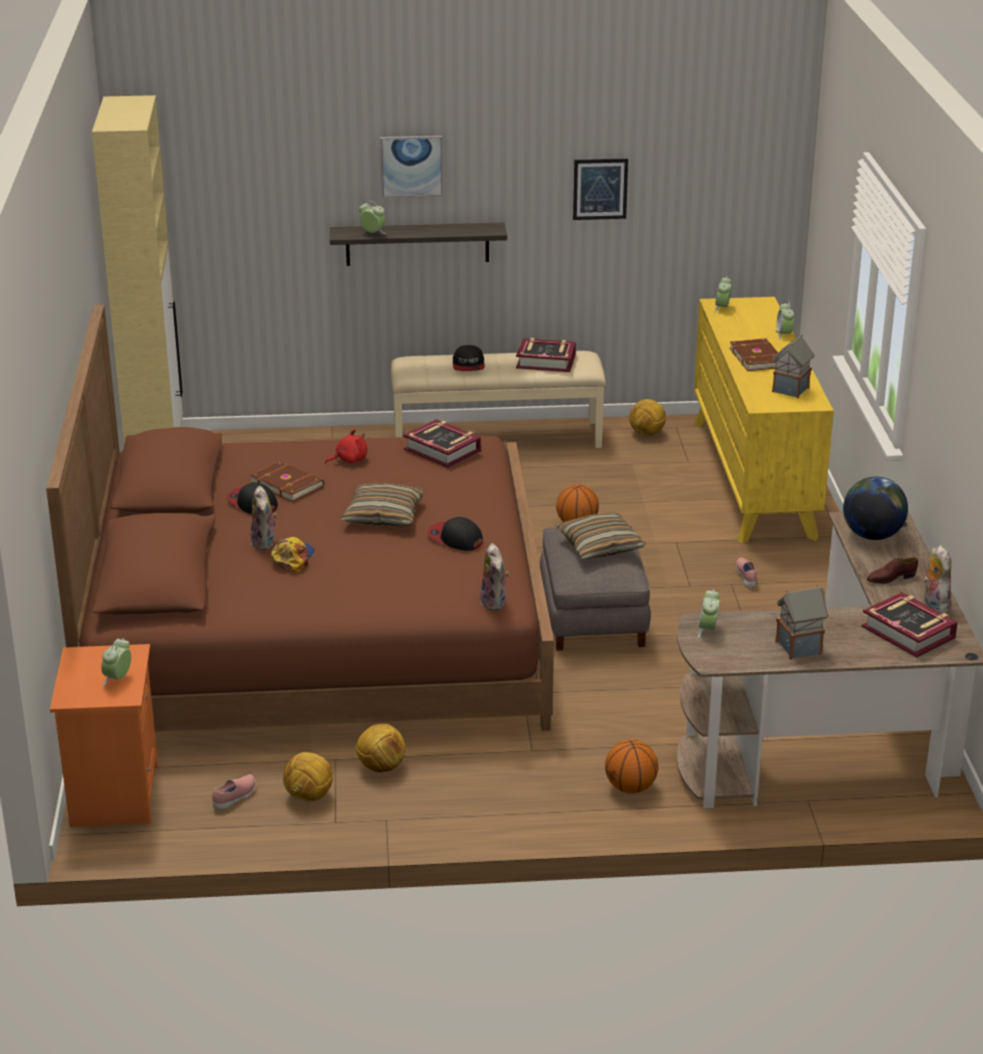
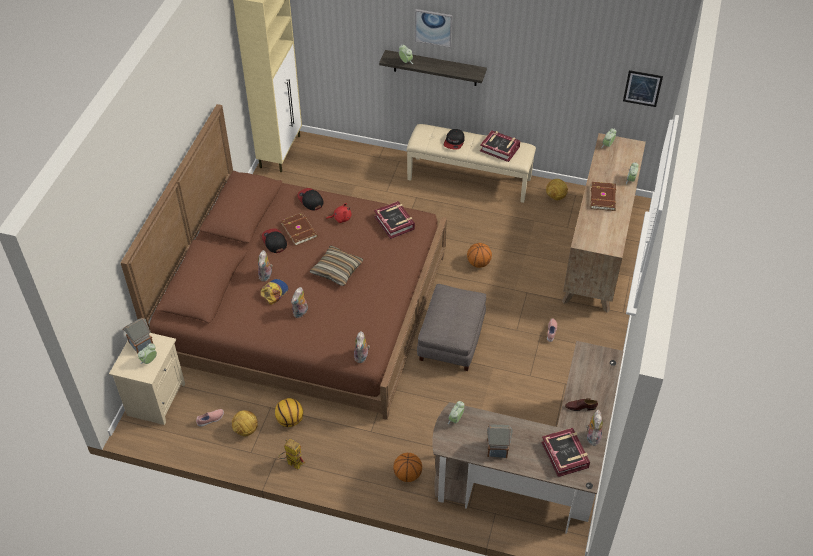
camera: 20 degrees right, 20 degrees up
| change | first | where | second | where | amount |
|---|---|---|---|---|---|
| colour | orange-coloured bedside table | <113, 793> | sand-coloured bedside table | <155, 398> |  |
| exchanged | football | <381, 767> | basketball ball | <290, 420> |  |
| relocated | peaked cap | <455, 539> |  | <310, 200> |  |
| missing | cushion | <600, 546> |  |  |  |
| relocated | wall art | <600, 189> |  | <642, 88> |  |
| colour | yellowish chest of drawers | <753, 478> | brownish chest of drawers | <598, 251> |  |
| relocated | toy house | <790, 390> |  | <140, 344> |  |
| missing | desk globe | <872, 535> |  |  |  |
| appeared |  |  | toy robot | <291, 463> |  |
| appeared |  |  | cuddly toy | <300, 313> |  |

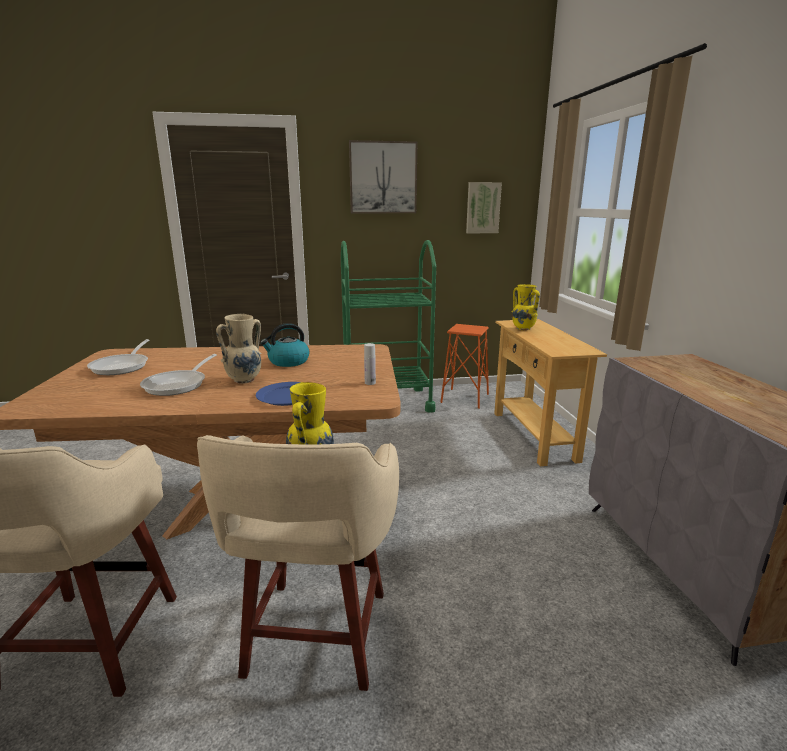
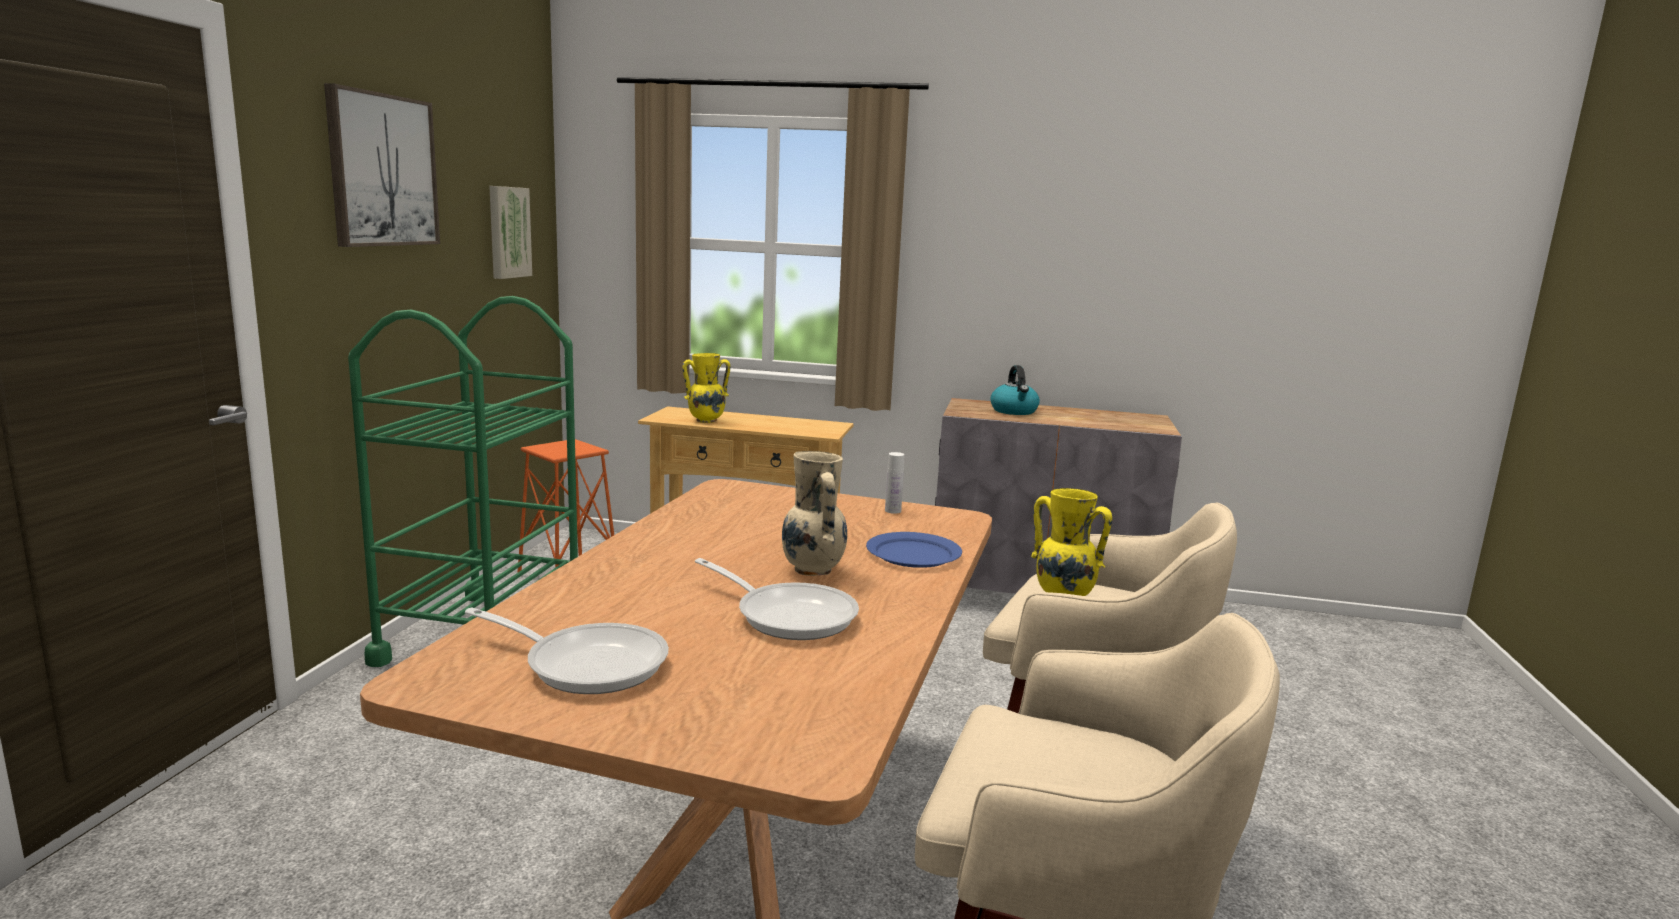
camera: 70 degrees left, 5 degrees down
| change | first | where | second | where | amount |
|---|---|---|---|---|---|
| relocated | water kettle | <288, 362> |  | <1014, 411> |  |

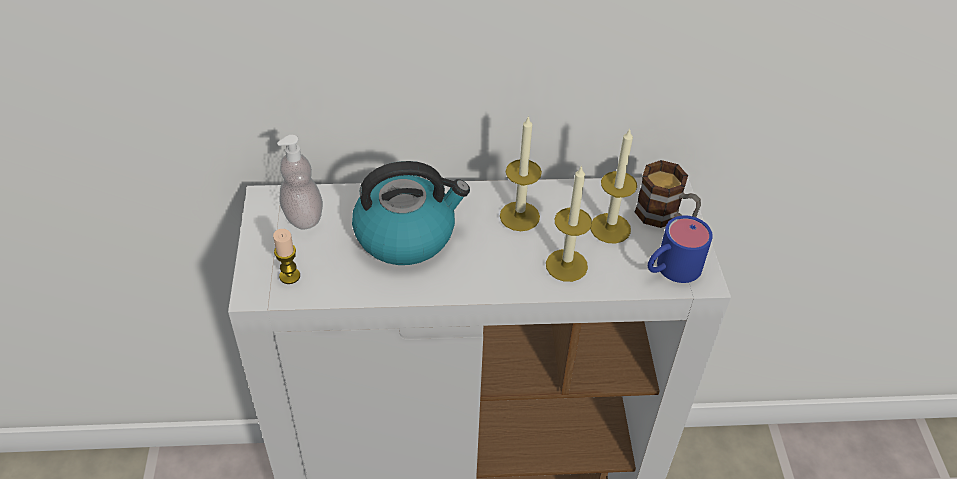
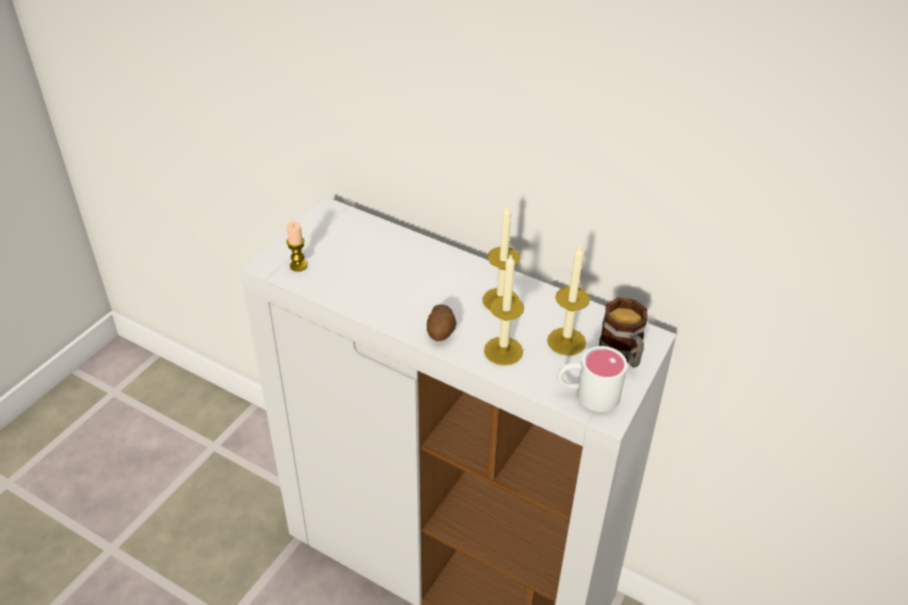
camera: 35 degrees right, 5 degrees down
| change | first | where | second | where | amount |
|---|---|---|---|---|---|
| missing | liquid soap bottle | <303, 216> |  |  |  |
| missing | water kettle | <406, 234> |  |  |  |
| colour | blue tea mug | <670, 269> | white-coloured tea mug | <587, 394> |  |
| appeared |  |  | potato | <441, 332> |  |

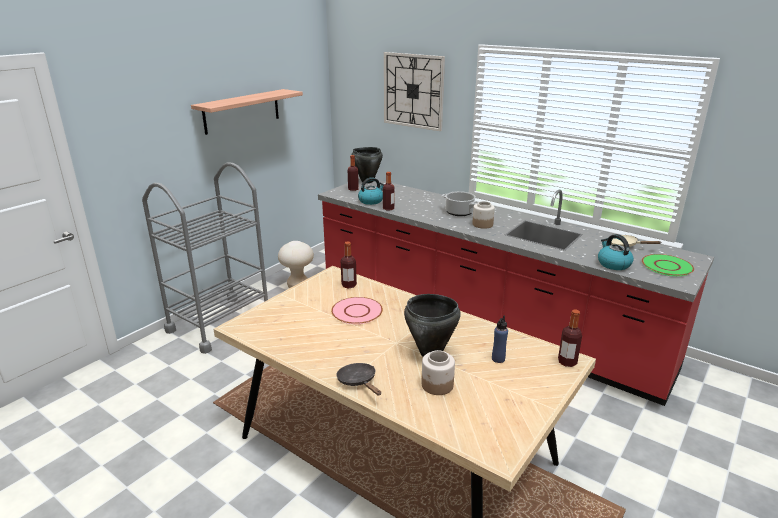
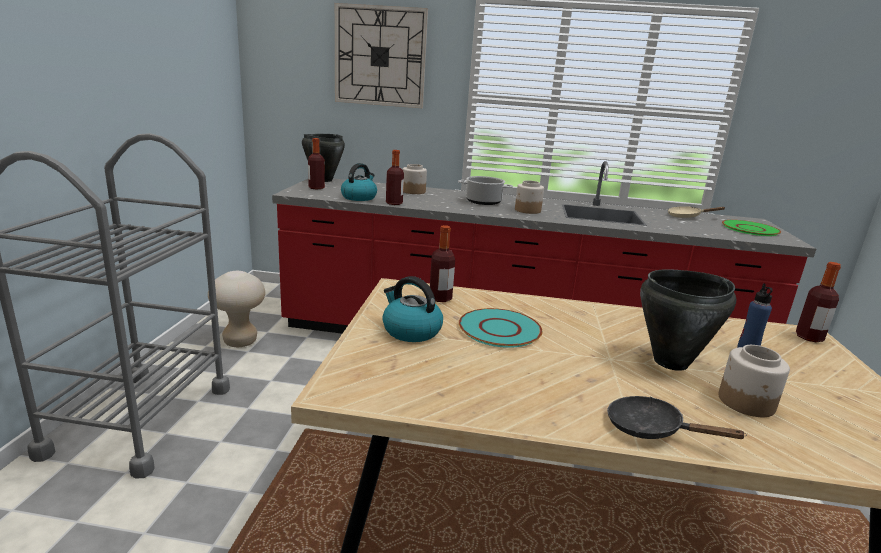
camera: 30 degrees left, 5 degrees down
| change | first | where | second | where | amount |
|---|---|---|---|---|---|
| missing | wall shelf | <242, 111> |  |  |  |
| colour | pink dinner plate | <356, 311> | blue-green dinner plate | <499, 329> |  |
| relocated | water kettle | <613, 264> |  | <410, 331> |  |
| appeared |  |  | preserve jar | <413, 191> |  |

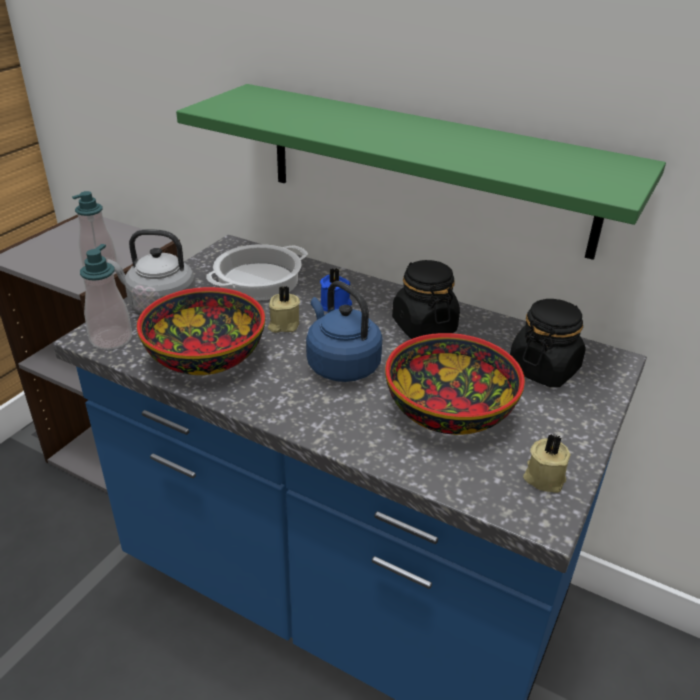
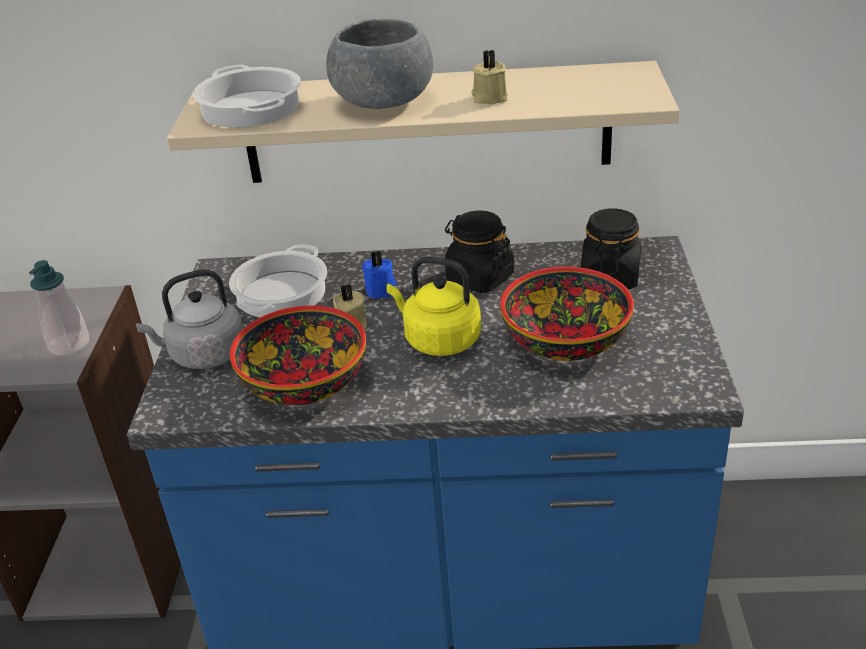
camera: 25 degrees left, 0 degrees up
| change | first | where | second | where | amount |
|---|---|---|---|---|---|
| missing | liquid soap bottle | <111, 339> |  |  |  |
| colour | green wall shelf | <426, 168> | sand-coloured wall shelf | <426, 124> |  |
| colour | blue water kettle | <340, 365> | yellowish water kettle | <438, 340> |  |
| relocated | sand-coloured wax light | <544, 477> |  | <489, 98> |  |
| appeared |  |  | cooking pot | <252, 108> |  |
| appeared |  |  | grey deep dish | <384, 102> |  |

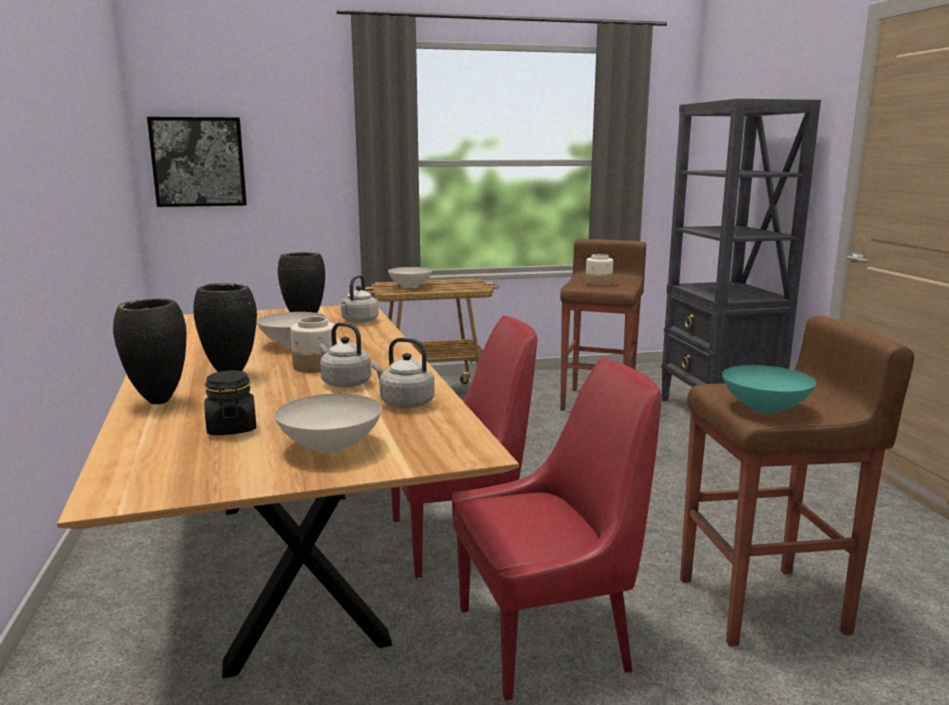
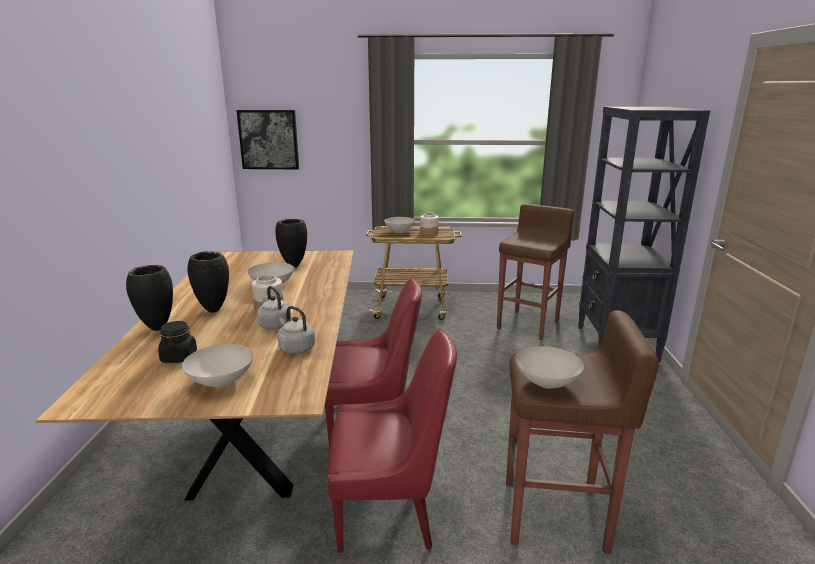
camera: 15 degrees right, 5 degrees up
| change | first | where | second | where | amount |
|---|---|---|---|---|---|
| missing | grey water kettle | <359, 321> |  |  |  |
| relocated | preserve jar | <598, 284> |  | <429, 233> |  |
| colour | blue-green deep dish | <764, 409> | white-coloured deep dish | <546, 383> |  |

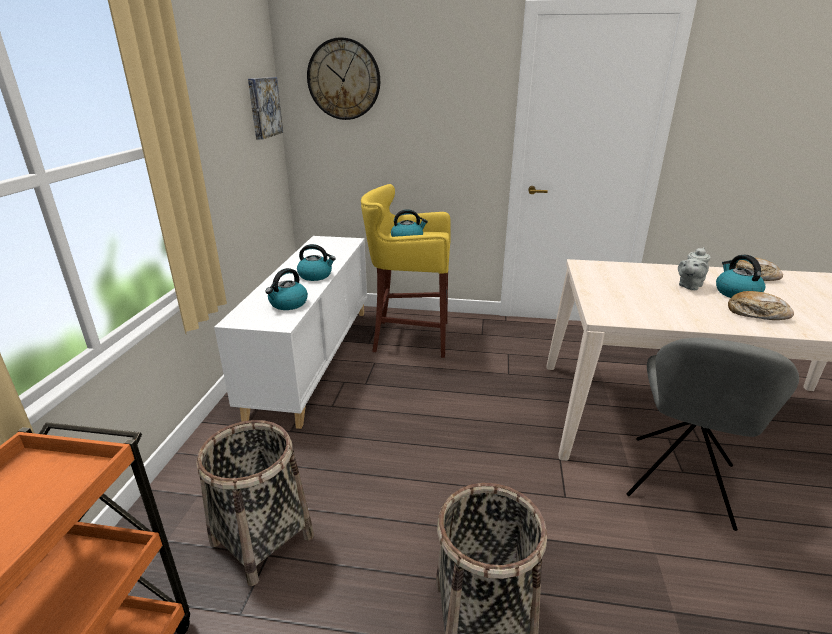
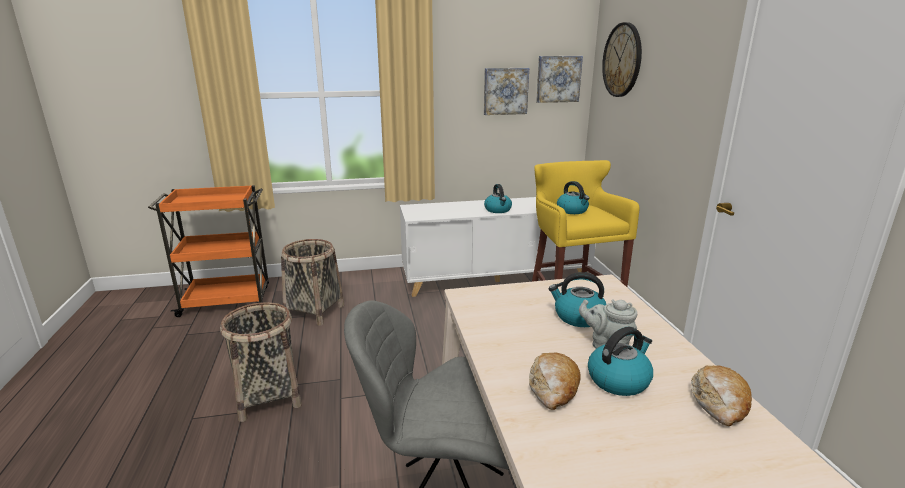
camera: 70 degrees right, 5 degrees down
| change | first | where | second | where | amount |
|---|---|---|---|---|---|
| relocated | water kettle | <288, 304> |  | <578, 317> |  |
| appeared |  |  | wall art | <505, 91> |  |

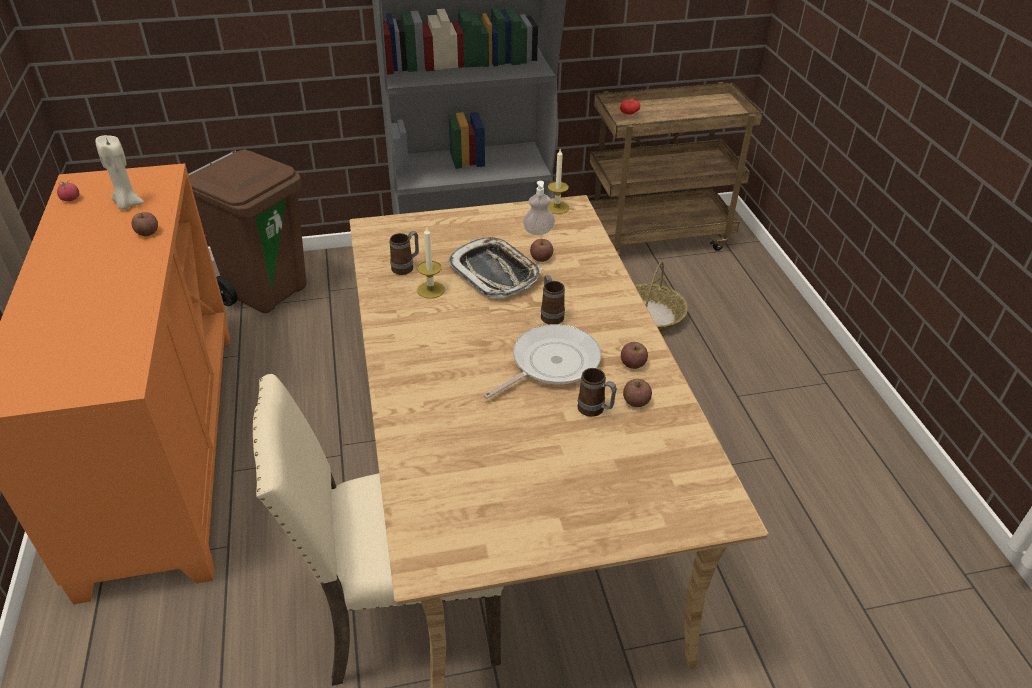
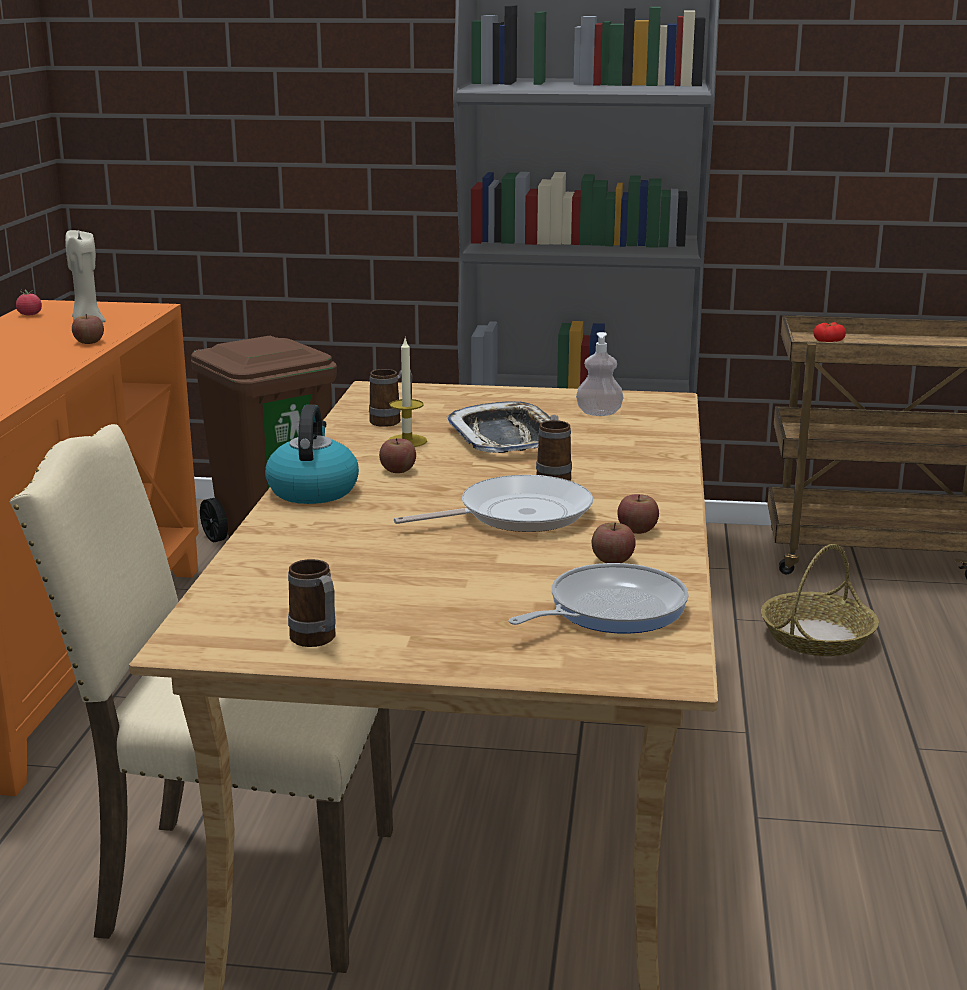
camera: 20 degrees right, 20 degrees down
| change | first | where | second | where | amount |
|---|---|---|---|---|---|
| relocated | apple | <541, 258> |  | <398, 470> |  |
| missing | wax light | <557, 207> |  |  |  |
| relocated | tea mug | <595, 410> |  | <316, 641> |  |
| appeared |  |  | water kettle | <312, 490> |  |
| appeared |  |  | pan | <610, 609> |  |

